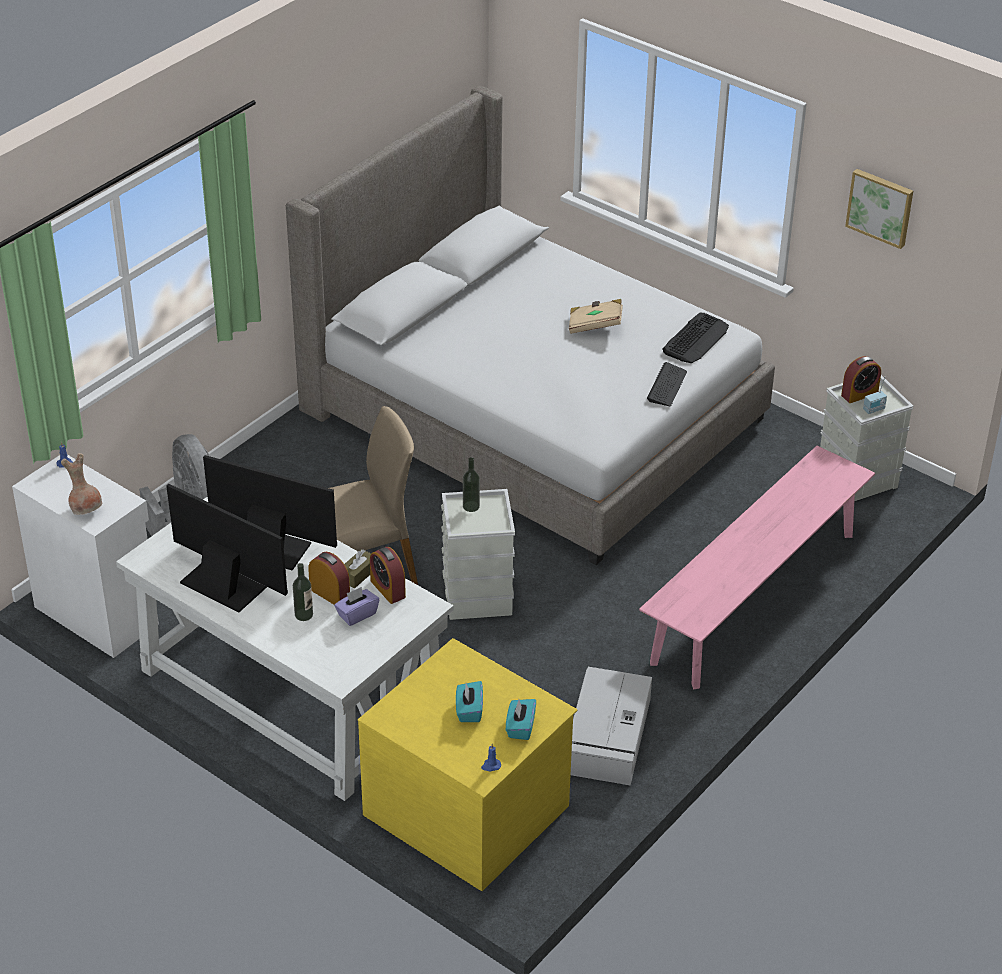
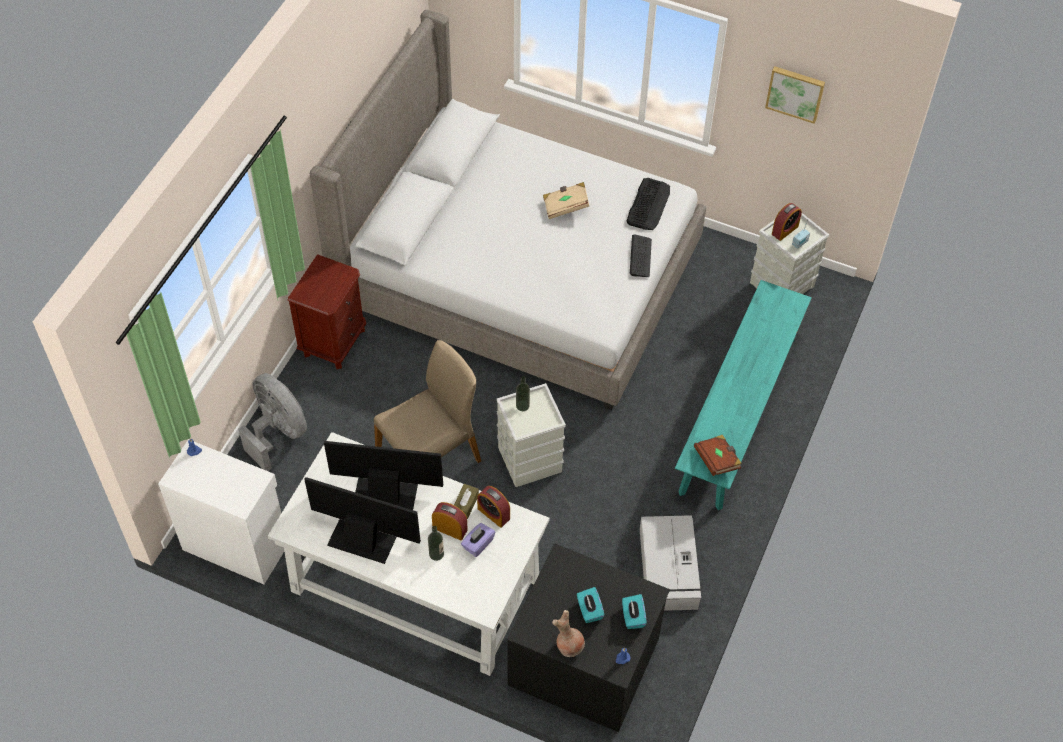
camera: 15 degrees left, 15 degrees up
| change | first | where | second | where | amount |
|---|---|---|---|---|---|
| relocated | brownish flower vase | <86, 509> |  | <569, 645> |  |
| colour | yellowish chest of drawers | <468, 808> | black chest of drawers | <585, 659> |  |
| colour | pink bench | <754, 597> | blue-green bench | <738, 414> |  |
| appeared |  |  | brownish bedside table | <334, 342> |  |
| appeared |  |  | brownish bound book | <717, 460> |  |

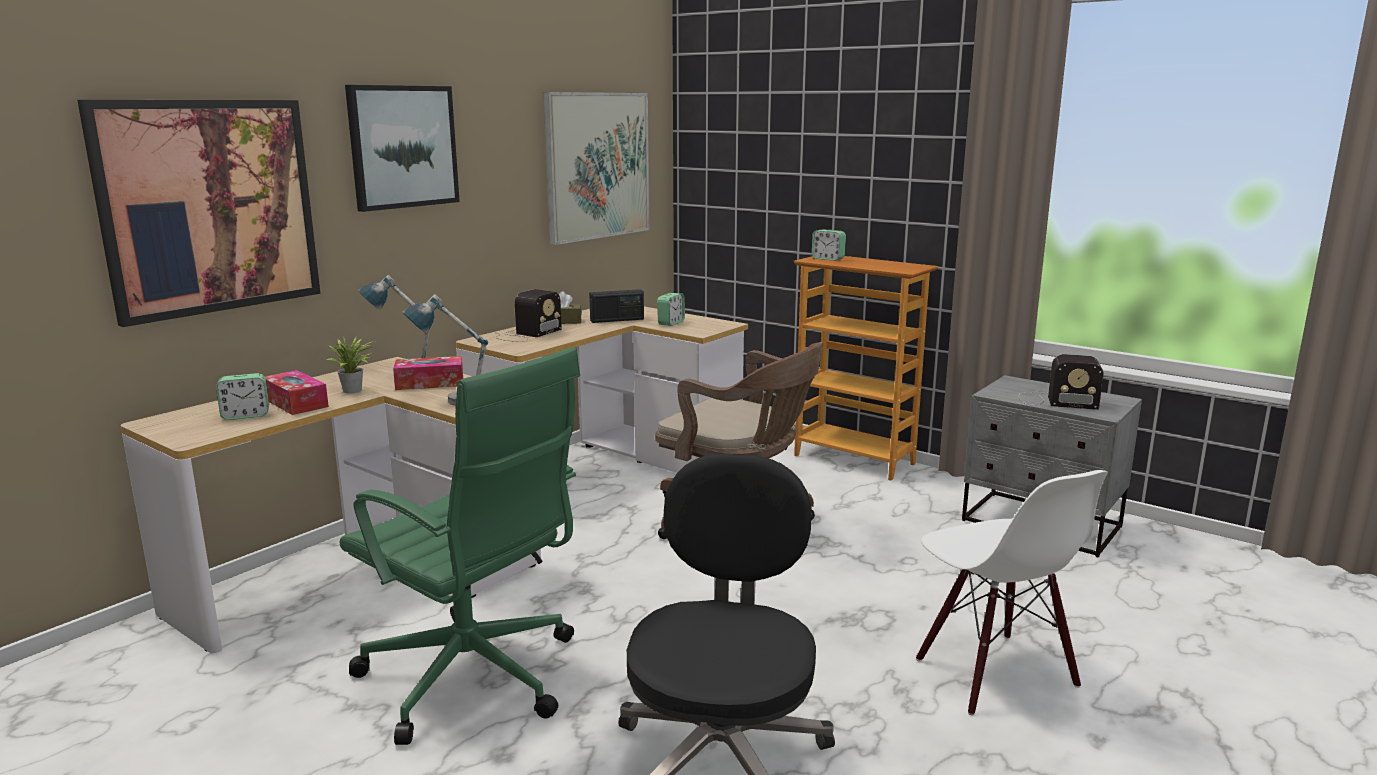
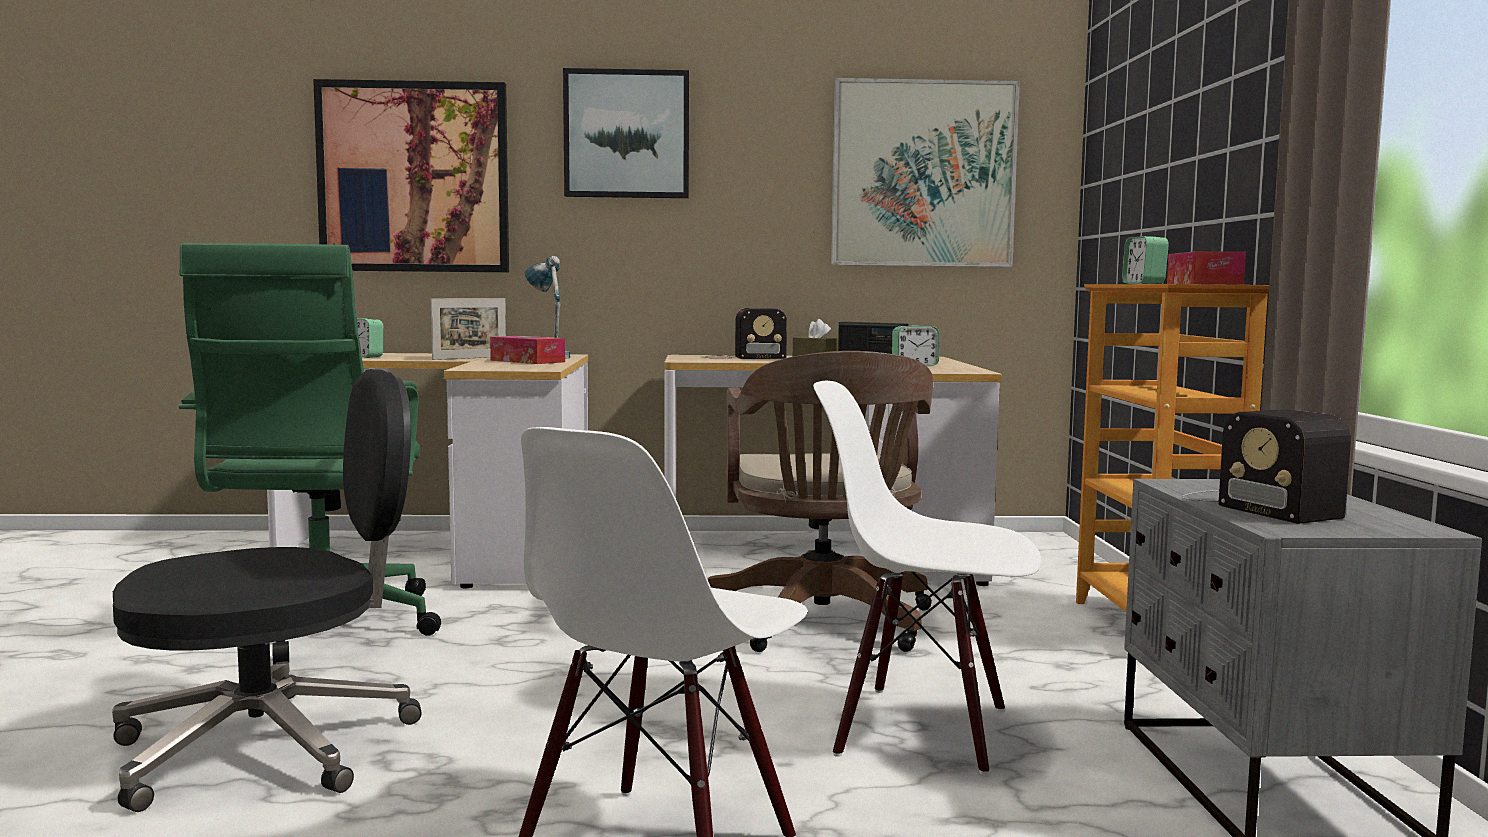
camera: 50 degrees right, 10 degrees down
| change | first | where | second | where | amount |
|---|---|---|---|---|---|
| relocated | tissue holder | <296, 403> |  | <1203, 284> |  |
| exchanged | potted plant | <355, 390> | picture frame | <470, 358> |  |
| missing | tabletop lamp | <450, 400> |  |  |  |
| appeared |  |  | white-coloured plain chair | <922, 729> |  |

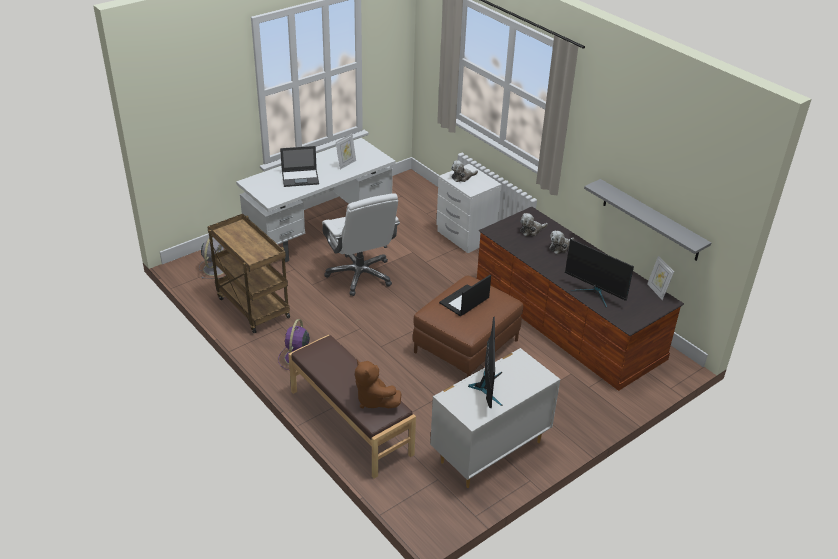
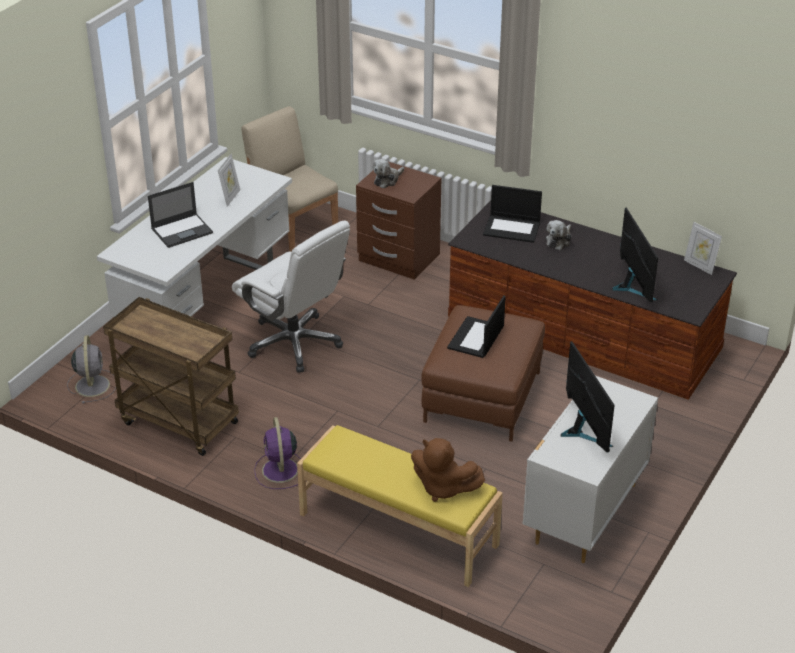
camera: 20 degrees left, 0 degrees up
| change | first | where | second | where | amount |
|---|---|---|---|---|---|
| colour | brownish bench | <350, 422> | yellowish bench | <398, 530> |  |
| colour | white-coloured bedside table | <465, 236> | brownish bedside table | <398, 258> |  |
| exchanged | cuddly toy | <531, 230> | portable computer | <512, 228> |  |
| spun | monitor | <594, 293> |  | <632, 286> | 120 degrees counterclockwise |
| missing | grey wall shelf | <650, 220> |  |  |  |
| appeared |  |  | sand-coloured plain chair | <293, 226> |  |

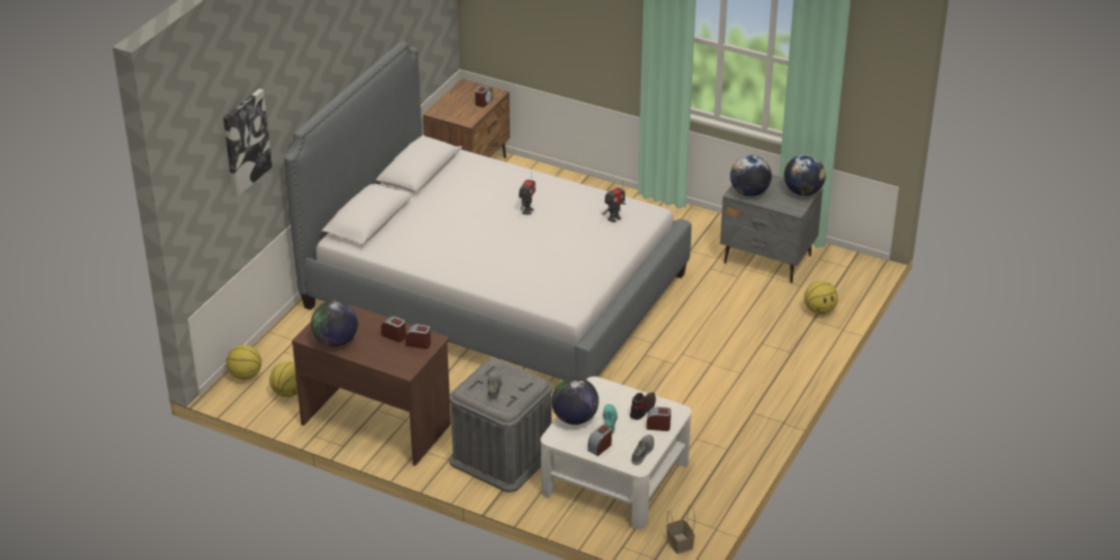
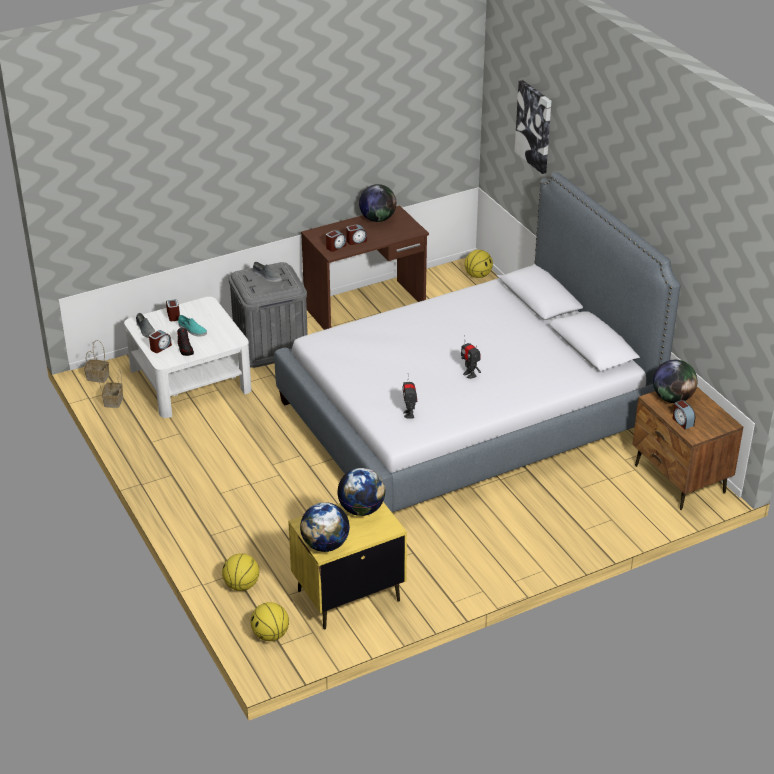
camera: 125 degrees right, 0 degrees up
| change | first | where | second | where | amount |
|---|---|---|---|---|---|
| relocated | basketball ball | <289, 392> |  | <270, 635> |  |
| relocated | desk globe | <574, 418> |  | <672, 398> |  |
| colour | grey bedside table | <768, 259> | yellowish bedside table | <347, 596> |  |
| appeared |  |  | household basket | <113, 401> |  |

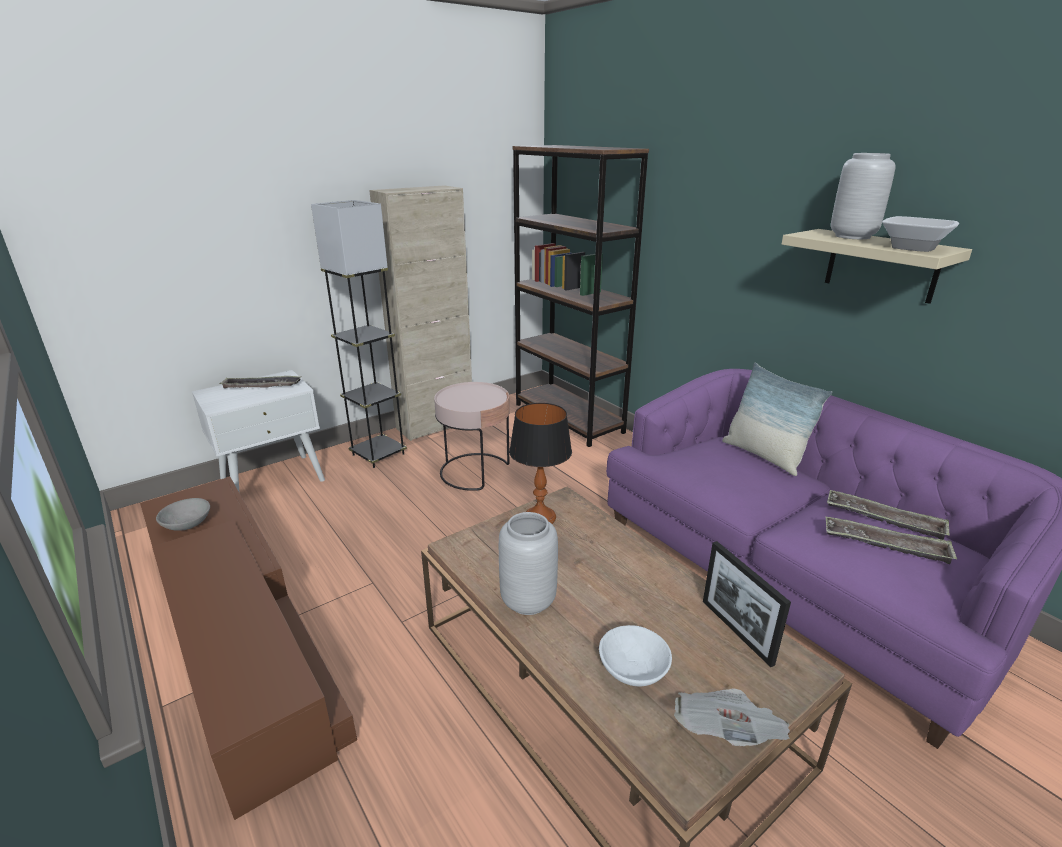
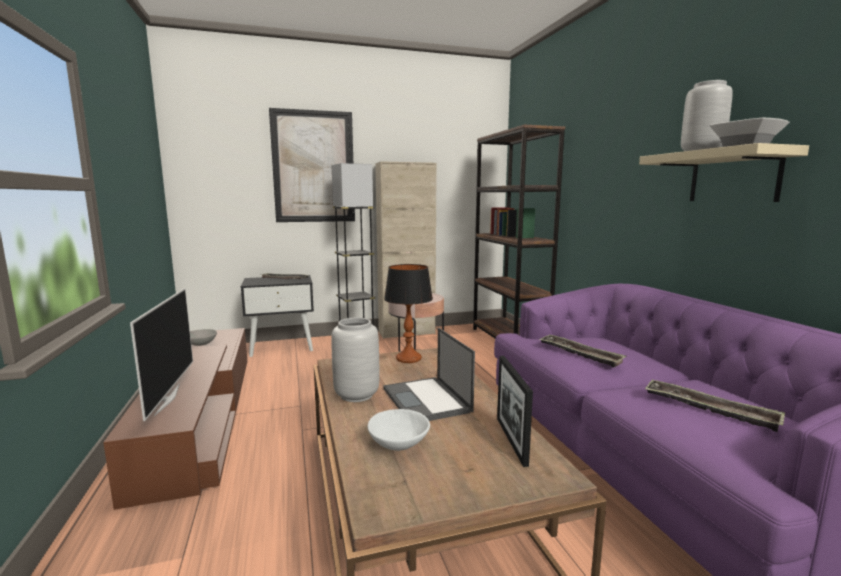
camera: 20 degrees right, 15 degrees down
| change | first | where | second | where | amount |
|---|---|---|---|---|---|
| colour | white-coloured bedside table | <273, 480> | black bedside table | <282, 346> |  |
| missing | daily paper | <724, 734> |  |  |  |
| missing | cushion | <764, 455> |  |  |  |
| relocated | tray | <884, 519> |  | <579, 354> |  |
| appeared |  |  | TV set | <166, 399> |  |
| appeared |  |  | wall art | <313, 167> |  |
| appeared |  |  | portable computer | <427, 400> |  |

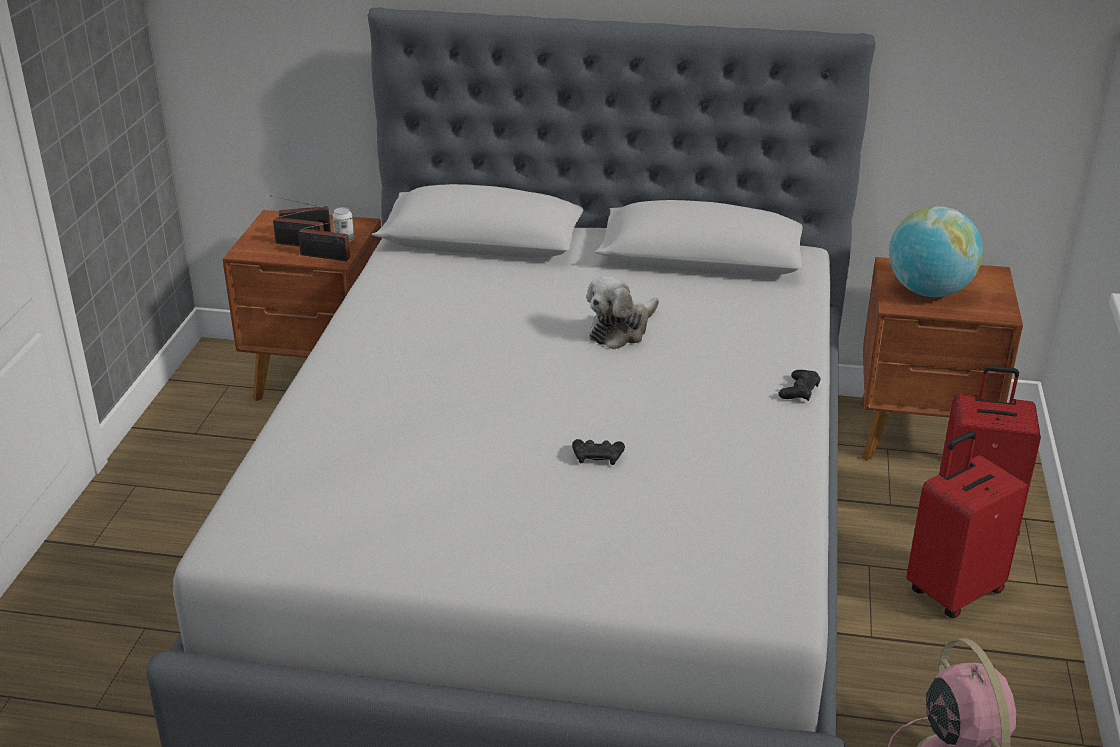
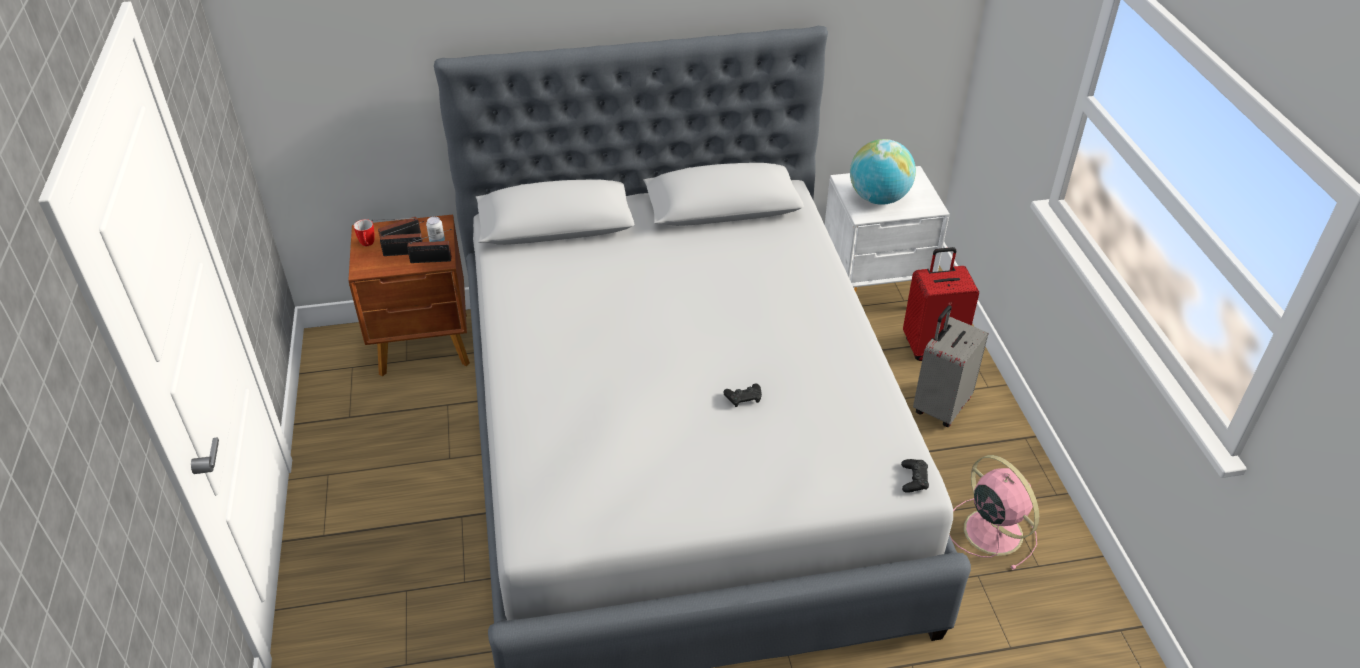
camera: 20 degrees left, 10 degrees up
| change | first | where | second | where | amount |
|---|---|---|---|---|---|
| missing | cuddly toy | <621, 330> |  |  |  |
| relocated | black game controller | <799, 391> |  | <914, 479> |  |
| colour | brownish bedside table | <922, 438> | white-coloured bedside table | <874, 292> |  |
| colour | red-coloured suitcase | <953, 590> | grey suitcase | <940, 406> |  |
| appeared |  |  | tea mug | <367, 245> |  |

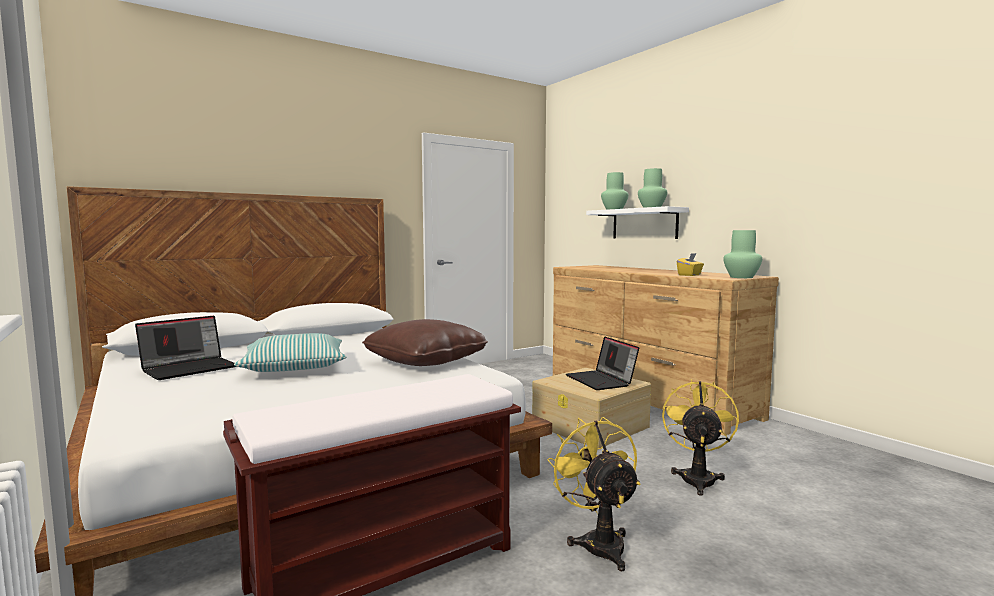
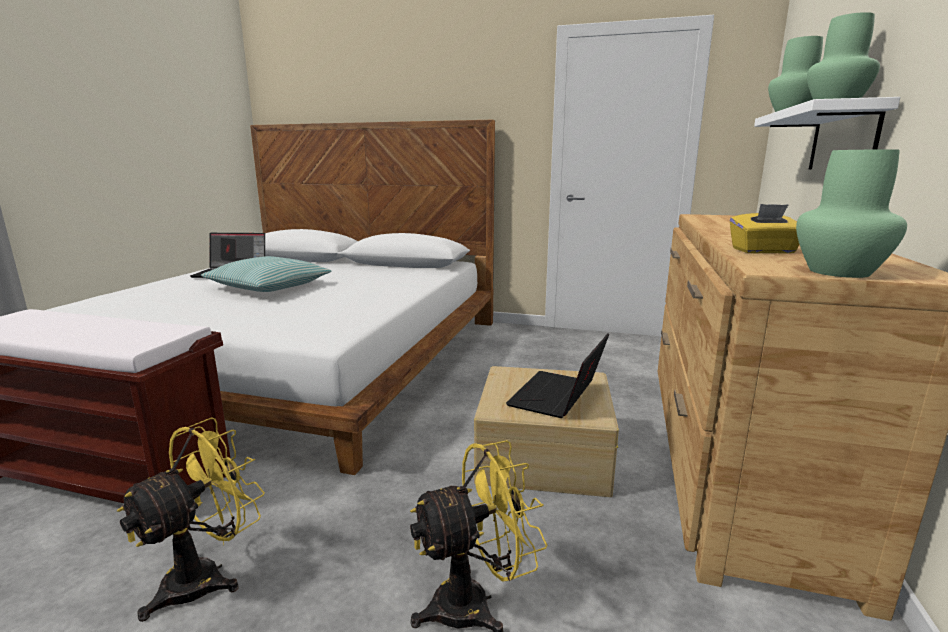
camera: 50 degrees right, 10 degrees up
| change | first | where | second | where | amount |
|---|---|---|---|---|---|
| missing | brownish cushion | <426, 361> |  |  |  |

